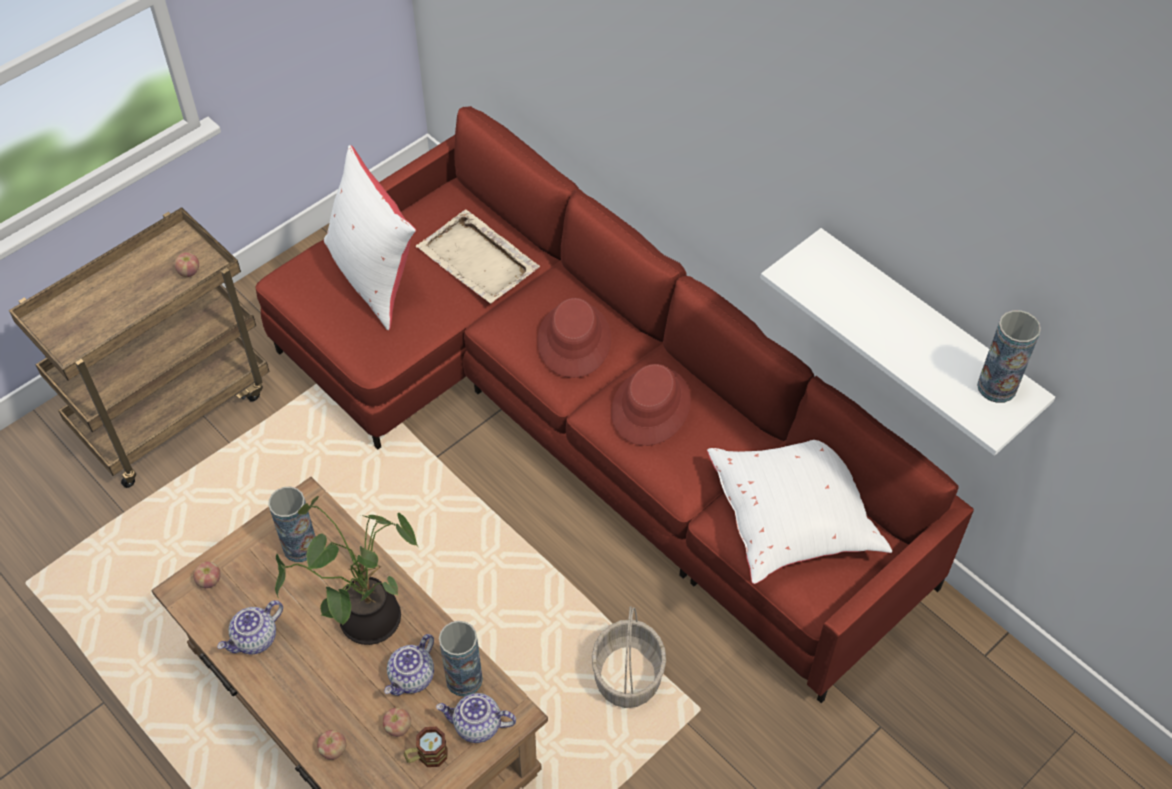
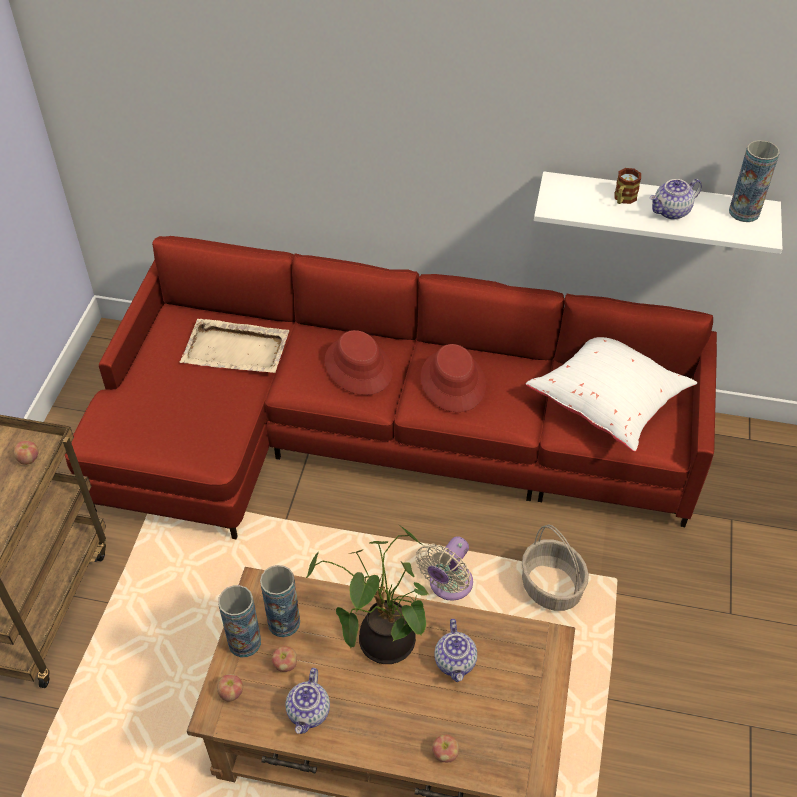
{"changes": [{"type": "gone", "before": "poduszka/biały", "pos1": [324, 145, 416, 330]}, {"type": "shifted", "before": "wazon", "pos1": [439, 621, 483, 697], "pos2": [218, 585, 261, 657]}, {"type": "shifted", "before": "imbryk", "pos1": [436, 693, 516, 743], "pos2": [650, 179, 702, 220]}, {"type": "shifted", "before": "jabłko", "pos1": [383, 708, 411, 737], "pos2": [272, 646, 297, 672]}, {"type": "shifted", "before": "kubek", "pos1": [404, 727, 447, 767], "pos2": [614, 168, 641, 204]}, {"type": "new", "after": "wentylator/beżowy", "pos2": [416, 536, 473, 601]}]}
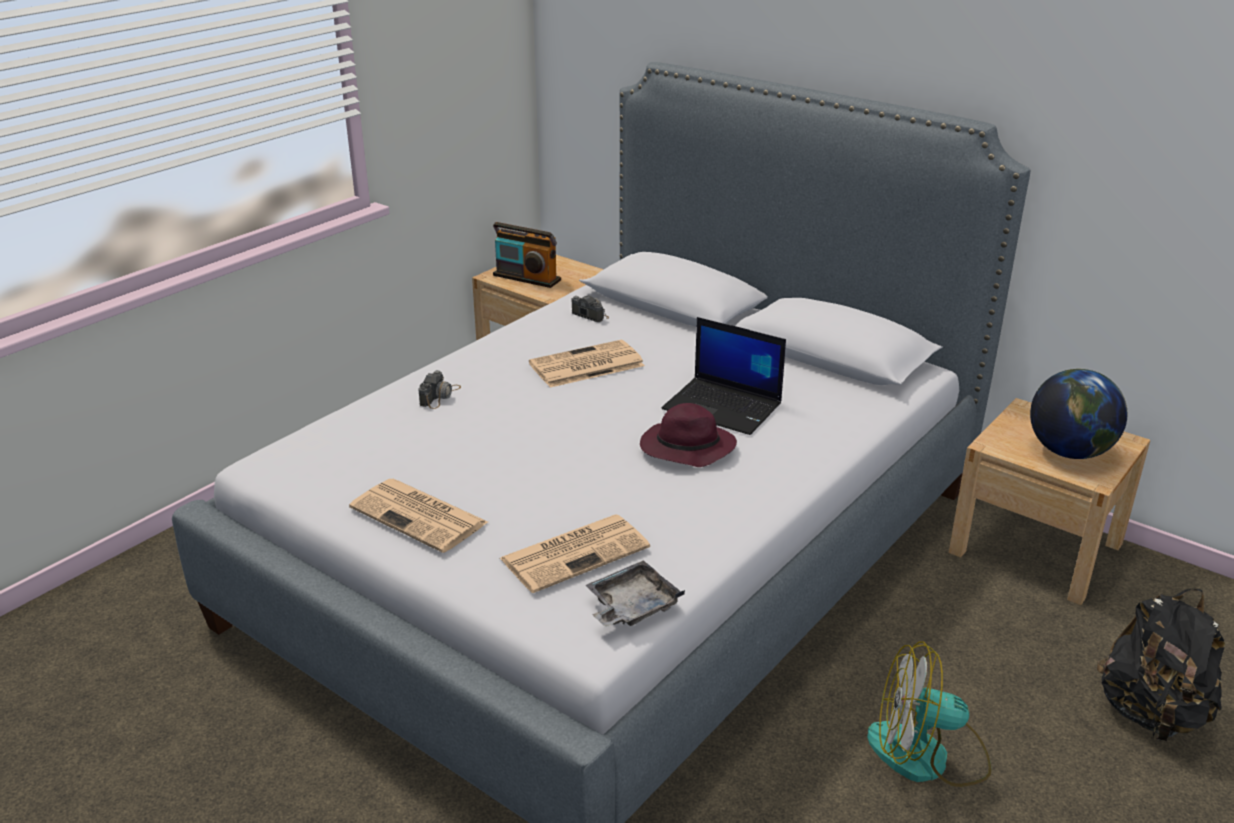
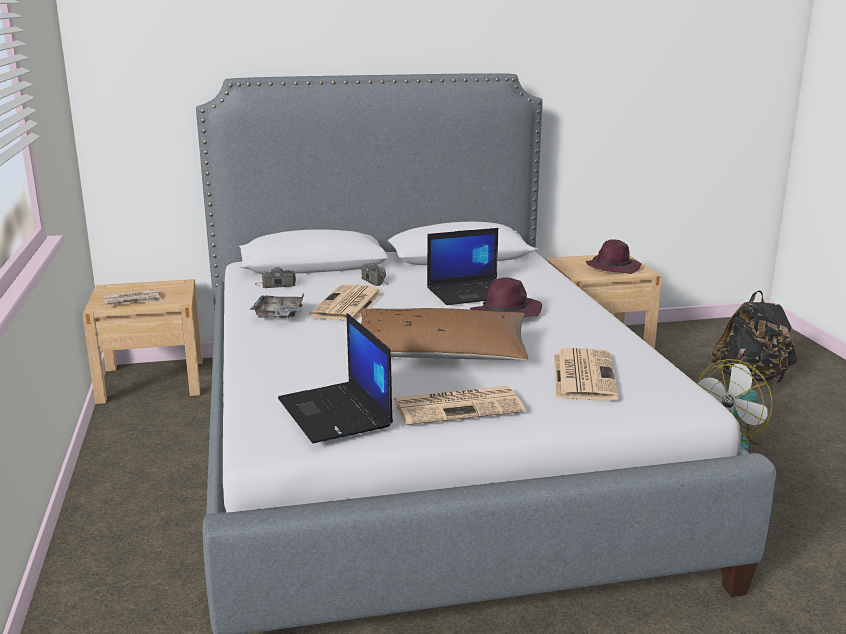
{"changes": [{"type": "swapped", "before": "radio", "after": "gazeta", "pos1": [493, 222, 561, 288], "pos2": [103, 289, 162, 306]}, {"type": "swapped", "before": "globus", "after": "kapelusz/fioletowy", "pos1": [1030, 369, 1127, 459], "pos2": [586, 239, 641, 274]}, {"type": "shifted", "before": "aparat fotograficzny", "pos1": [418, 370, 461, 409], "pos2": [361, 263, 389, 286]}, {"type": "shifted", "before": "taca/szary", "pos1": [586, 560, 685, 627], "pos2": [250, 293, 304, 318]}, {"type": "new", "after": "poduszka/brązowy", "pos2": [361, 308, 528, 360]}, {"type": "new", "after": "laptop", "pos2": [278, 313, 393, 443]}]}
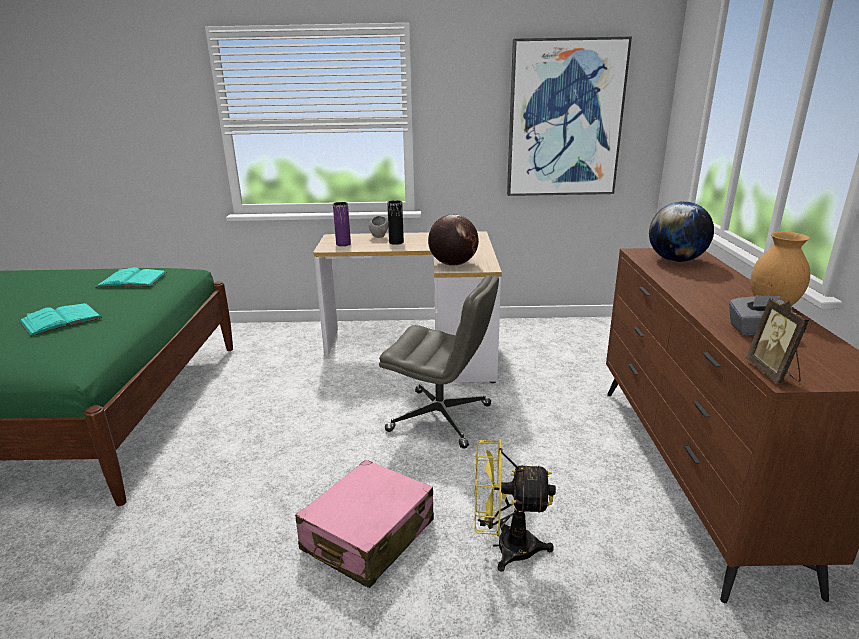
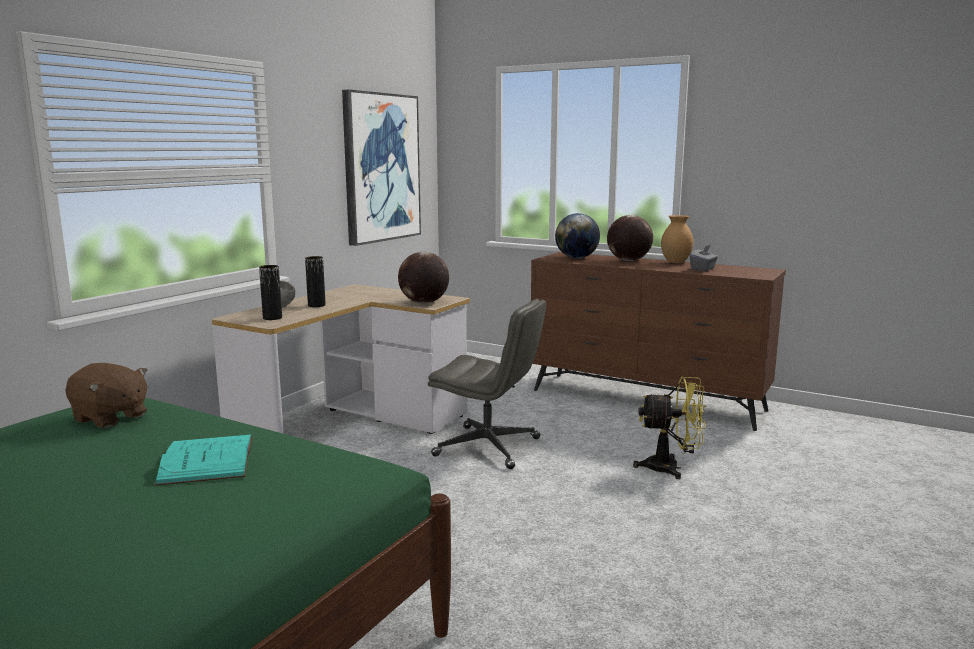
{"changes": [{"type": "repainted", "before": "wazon/fioletowy", "after": "wazon/czarny", "pos1": [333, 202, 351, 246], "pos2": [259, 265, 282, 320]}, {"type": "swapped", "before": "książka/turkusowy", "after": "pluszak/brązowy", "pos1": [95, 267, 167, 288], "pos2": [65, 363, 147, 428]}, {"type": "rotated", "before": "krzesło biurowe/szary", "pos1": [379, 275, 499, 449], "pos2": [428, 299, 546, 469], "turn": 60}, {"type": "gone", "before": "ramka na zdjęcie", "pos1": [746, 298, 809, 384]}, {"type": "rotated", "before": "wentylator/żółty", "pos1": [474, 439, 556, 572], "pos2": [633, 377, 706, 479], "turn": -120}, {"type": "gone", "before": "walizka/różowy", "pos1": [295, 460, 434, 588]}, {"type": "new", "after": "globus", "pos2": [607, 215, 653, 261]}]}
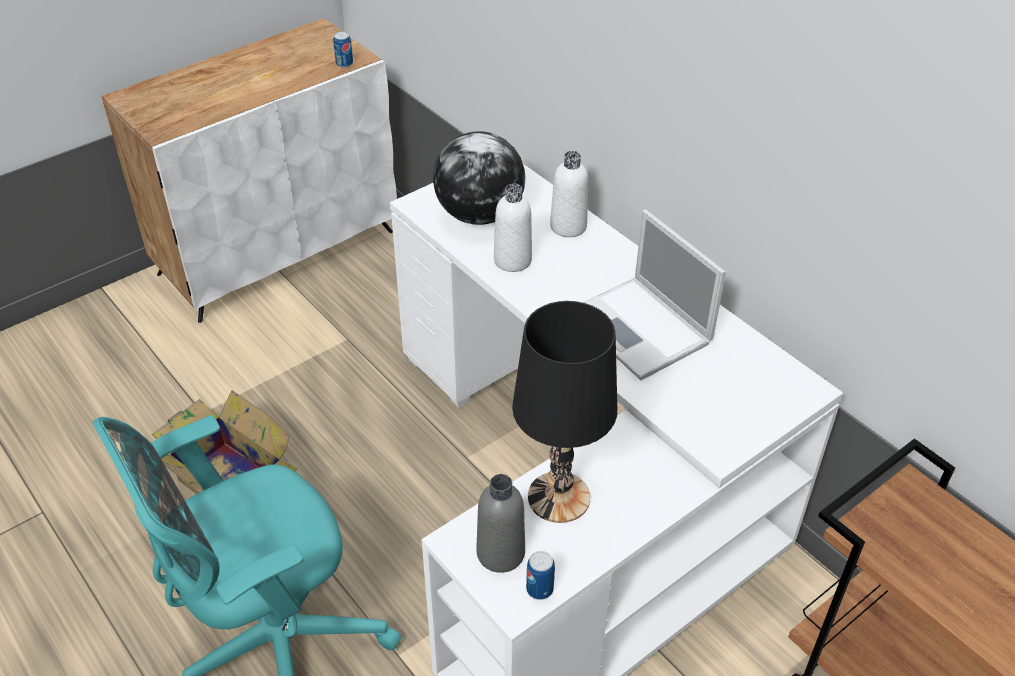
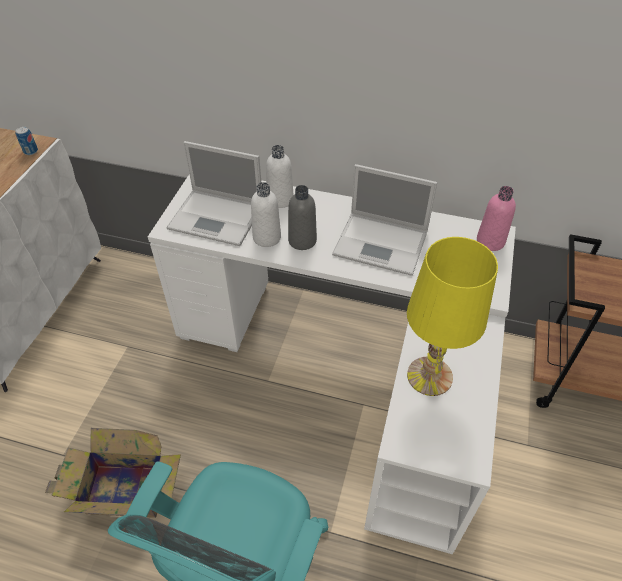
{"changes": [{"type": "swapped", "before": "globus", "after": "laptop", "pos1": [433, 131, 525, 225], "pos2": [166, 141, 261, 246]}, {"type": "repainted", "before": "lampa stołowa/czarny", "after": "lampa stołowa/żółty", "pos1": [512, 301, 617, 523], "pos2": [407, 237, 498, 396]}, {"type": "shifted", "before": "butelka/szary", "pos1": [477, 474, 525, 573], "pos2": [288, 185, 317, 250]}, {"type": "gone", "before": "puszka", "pos1": [526, 551, 555, 600]}, {"type": "new", "after": "butelka/różowy", "pos2": [477, 186, 516, 251]}]}
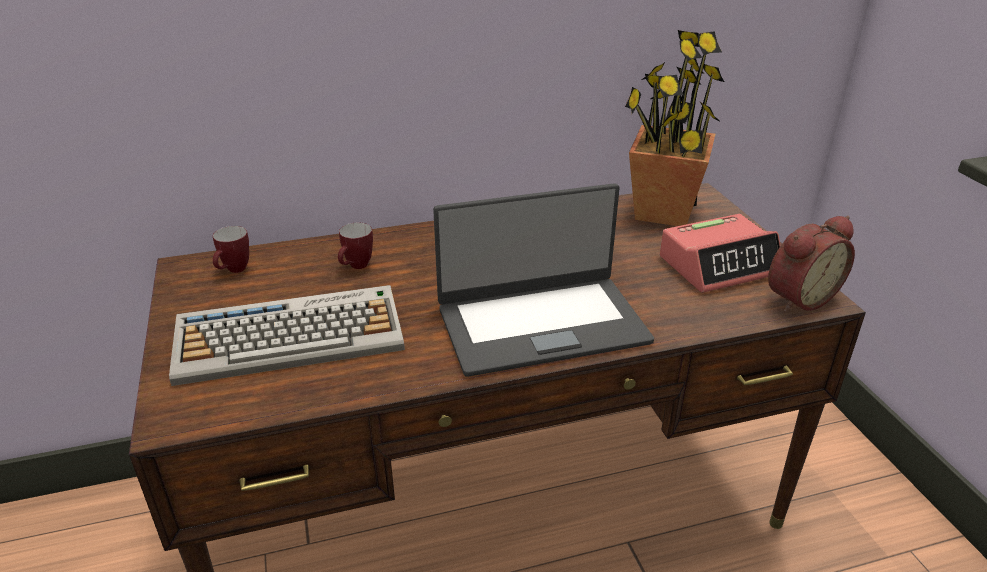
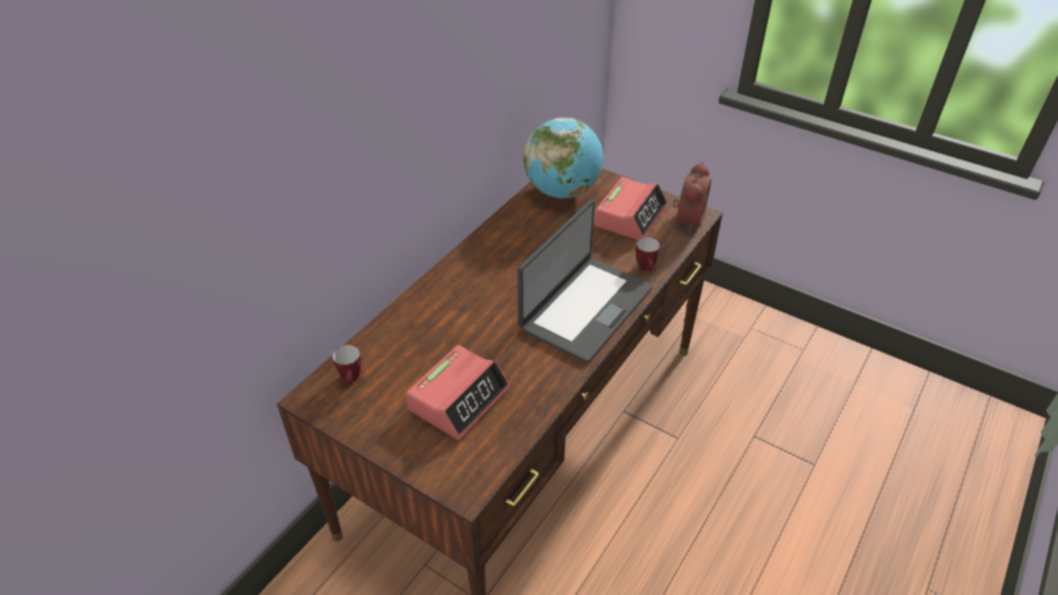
{"changes": [{"type": "swapped", "before": "roślina doniczkowa", "after": "globus", "pos1": [625, 30, 724, 226], "pos2": [523, 117, 603, 198]}, {"type": "shifted", "before": "kubek", "pos1": [338, 223, 373, 269], "pos2": [636, 237, 660, 271]}, {"type": "swapped", "before": "klawiatura", "after": "budzik", "pos1": [169, 285, 405, 386], "pos2": [406, 345, 510, 440]}]}
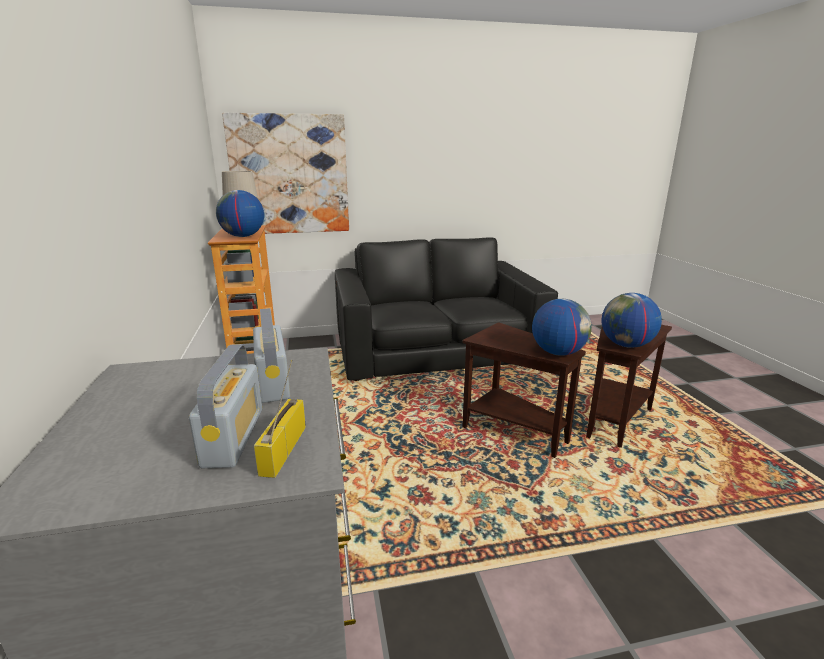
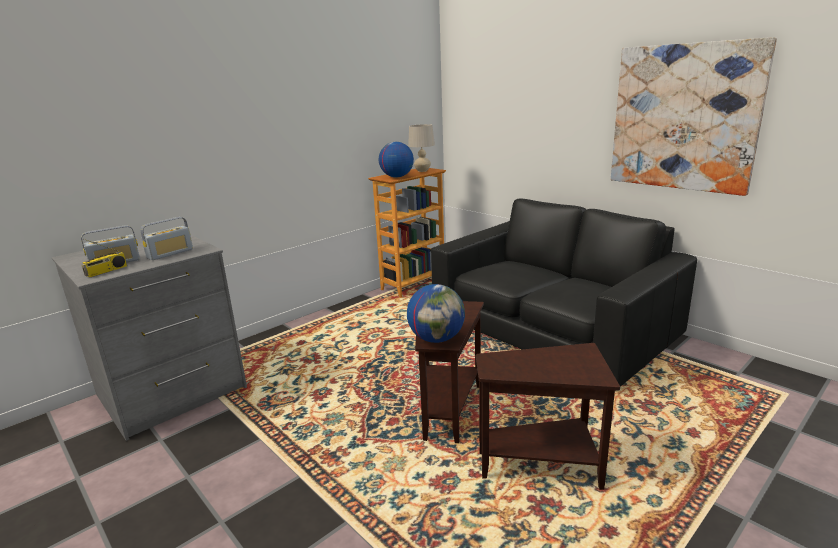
{"changes": [{"type": "shifted", "before": "obraz", "pos1": [222, 113, 349, 234], "pos2": [611, 37, 777, 196]}, {"type": "gone", "before": "globus", "pos1": [601, 293, 662, 348]}, {"type": "rotated", "before": "radio", "pos1": [254, 360, 306, 478], "pos2": [82, 239, 127, 277], "turn": 150}]}
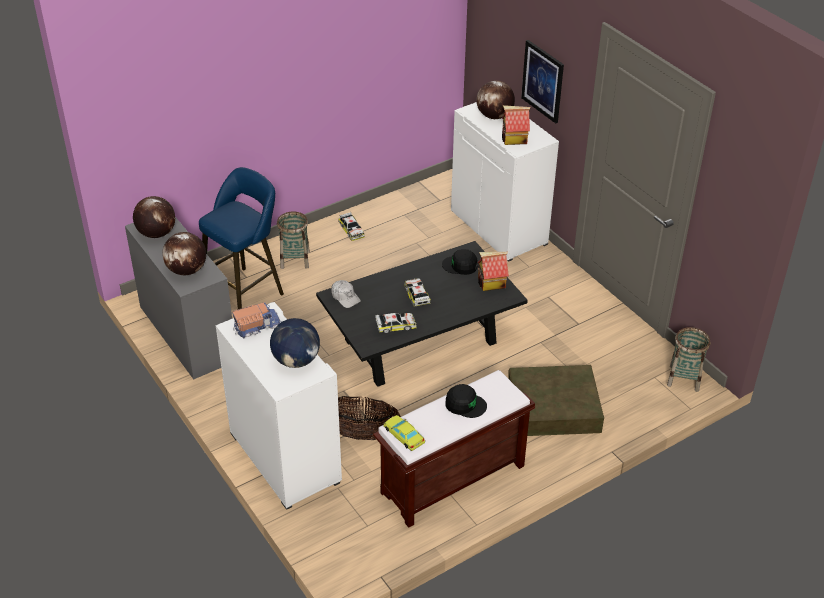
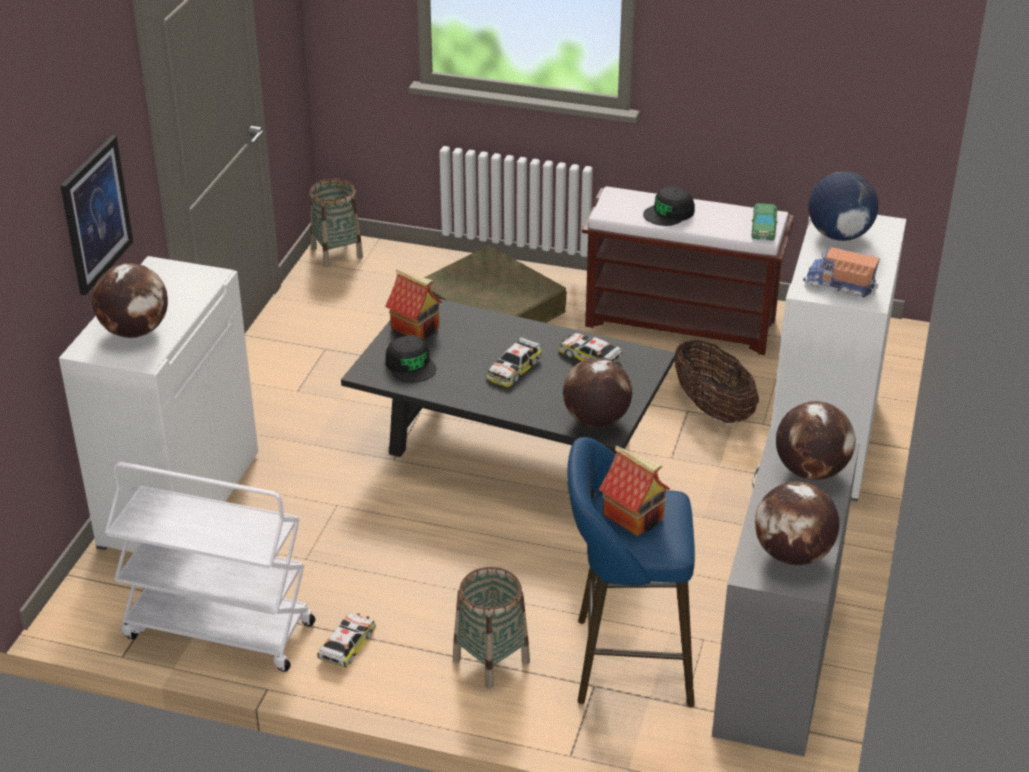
{"changes": [{"type": "shifted", "before": "domek", "pos1": [502, 105, 530, 145], "pos2": [599, 446, 670, 537]}, {"type": "swapped", "before": "czapka z daszkiem/biały", "after": "globus", "pos1": [331, 280, 361, 308], "pos2": [563, 357, 633, 427]}, {"type": "rotated", "before": "czapka z daszkiem/czarny", "pos1": [445, 384, 487, 418], "pos2": [643, 186, 695, 226], "turn": -105}, {"type": "repainted", "before": "samochodzik/żółty", "after": "samochodzik/zielony", "pos1": [383, 415, 425, 451], "pos2": [751, 203, 778, 240]}, {"type": "new", "after": "wózek/biały", "pos2": [105, 462, 315, 672]}]}
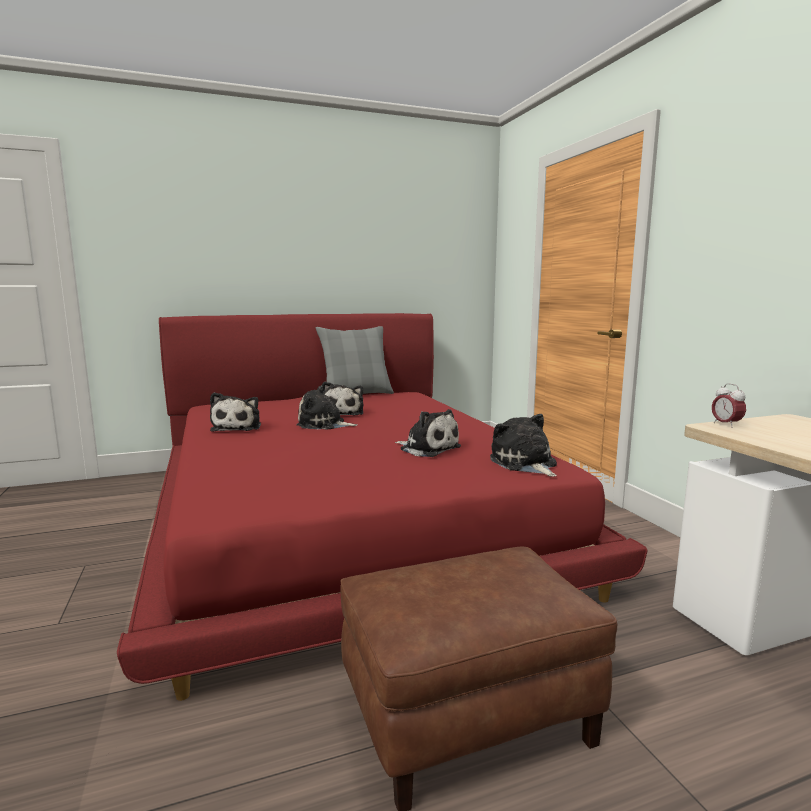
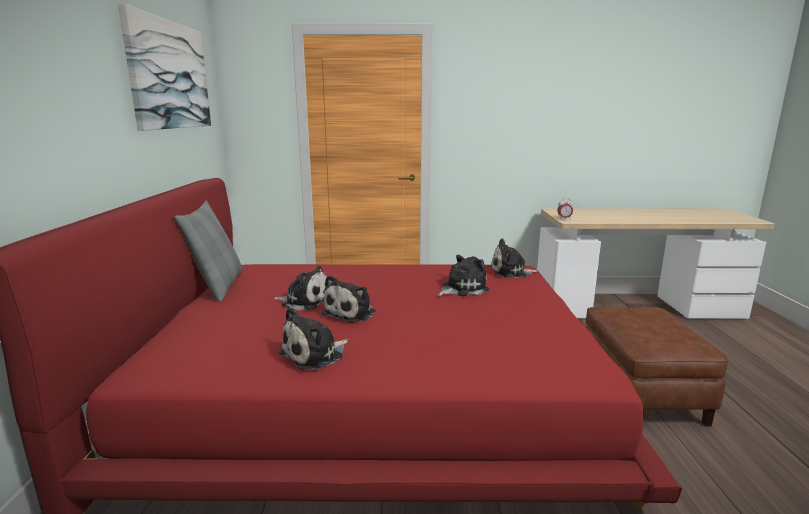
{"changes": [{"type": "rotated", "before": "pluszak", "pos1": [210, 392, 261, 432], "pos2": [279, 307, 348, 370], "turn": 120}, {"type": "new", "after": "obraz", "pos2": [118, 3, 211, 131]}]}
